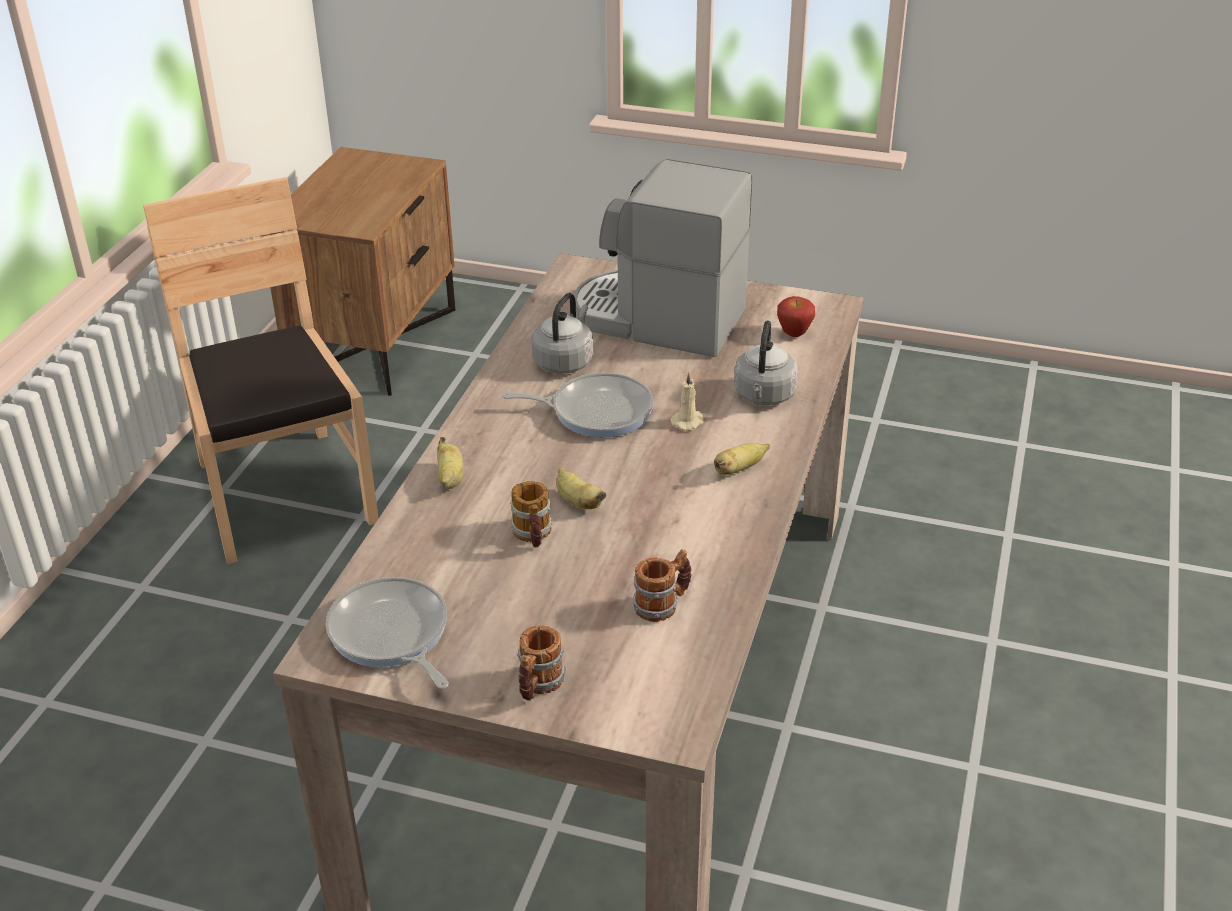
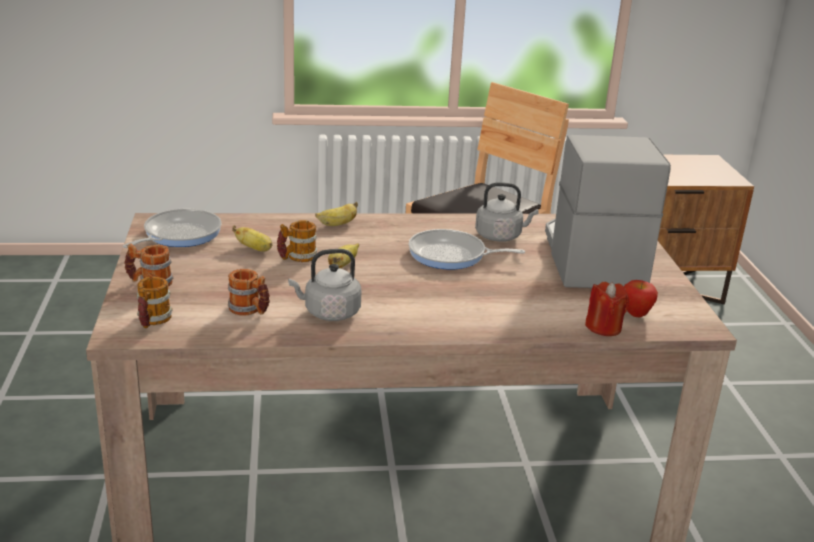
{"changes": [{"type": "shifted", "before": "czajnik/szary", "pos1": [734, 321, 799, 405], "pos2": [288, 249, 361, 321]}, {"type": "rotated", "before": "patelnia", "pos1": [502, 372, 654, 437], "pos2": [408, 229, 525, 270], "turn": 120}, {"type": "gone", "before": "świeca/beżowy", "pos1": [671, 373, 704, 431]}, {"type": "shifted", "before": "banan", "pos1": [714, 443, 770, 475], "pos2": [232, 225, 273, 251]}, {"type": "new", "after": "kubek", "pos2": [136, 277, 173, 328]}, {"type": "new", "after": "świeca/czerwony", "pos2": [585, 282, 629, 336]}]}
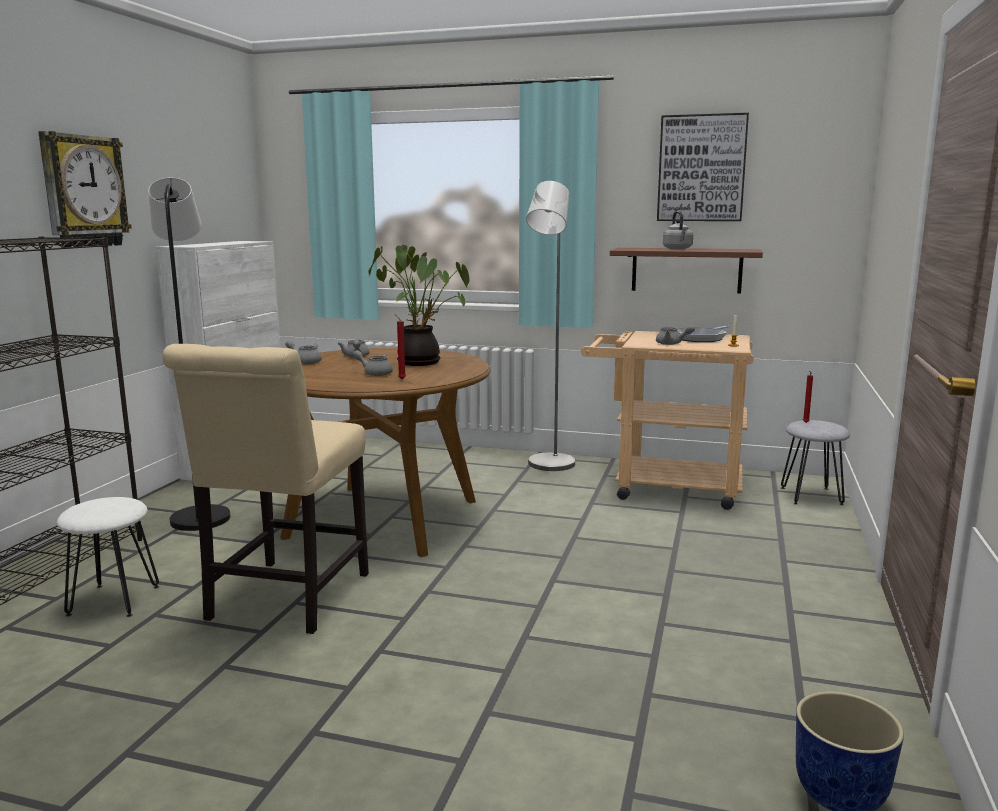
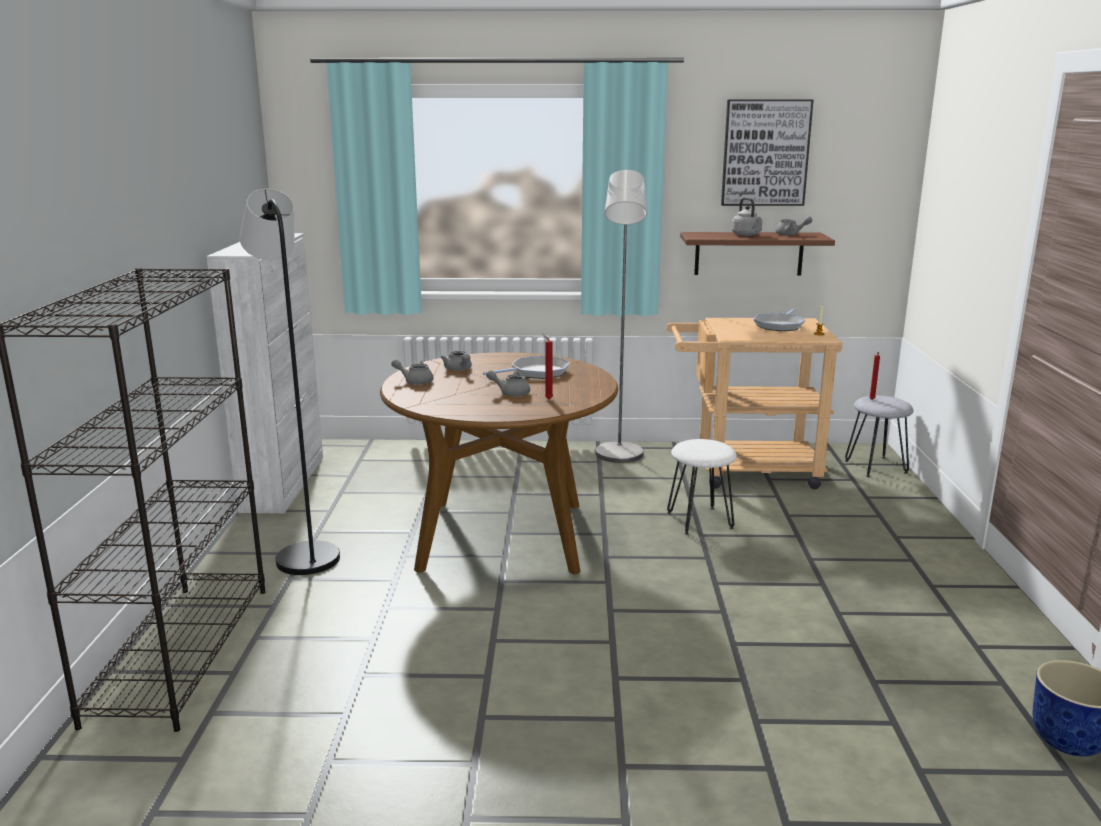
{"changes": [{"type": "gone", "before": "zegar ścienny", "pos1": [38, 131, 132, 248]}, {"type": "swapped", "before": "roślina doniczkowa", "after": "patelnia", "pos1": [368, 244, 470, 366], "pos2": [483, 356, 570, 379]}, {"type": "shifted", "before": "imbryk/szary", "pos1": [656, 325, 695, 345], "pos2": [775, 216, 813, 235]}, {"type": "gone", "before": "krzesło/beżowy", "pos1": [162, 344, 369, 634]}, {"type": "shifted", "before": "stołek/biały", "pos1": [57, 497, 159, 617], "pos2": [667, 439, 737, 534]}]}
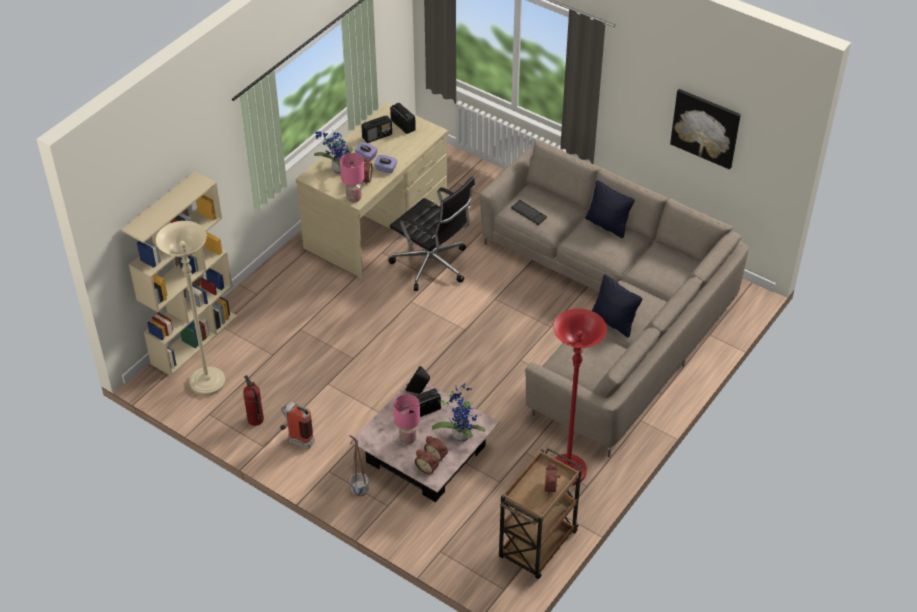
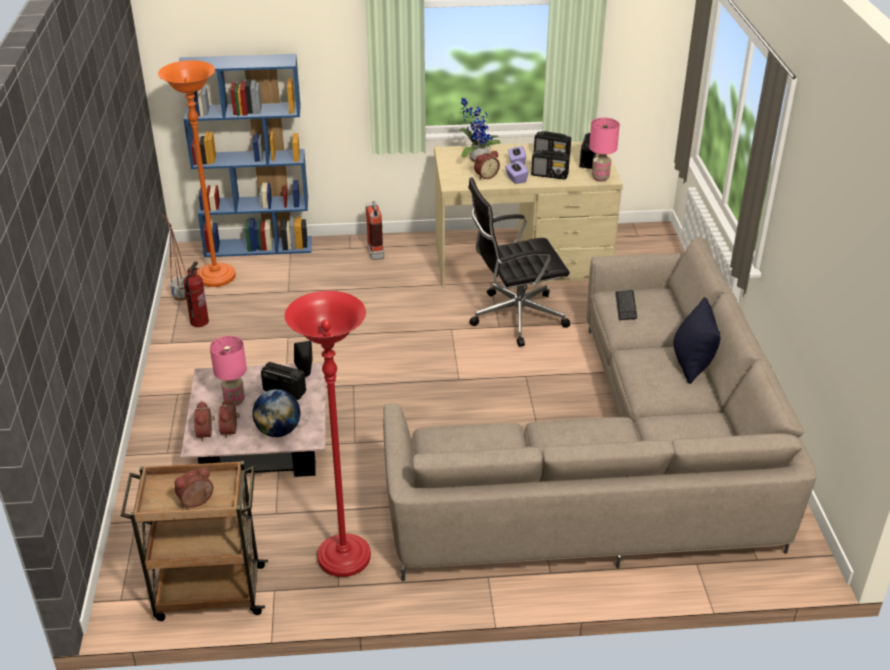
{"changes": [{"type": "gone", "before": "obraz", "pos1": [670, 89, 741, 170]}, {"type": "shifted", "before": "lampa stołowa/różowy", "pos1": [340, 153, 364, 203], "pos2": [589, 118, 620, 181]}, {"type": "repainted", "before": "regał/beżowy", "after": "regał/niebieski", "pos1": [121, 171, 237, 376], "pos2": [179, 54, 312, 257]}, {"type": "rotated", "before": "krzesło biurowe/czarny", "pos1": [388, 177, 475, 291], "pos2": [468, 177, 570, 347], "turn": 75}, {"type": "repainted", "before": "lampa stojąca/beżowy", "after": "lampa stojąca/pomarańczowy", "pos1": [156, 221, 225, 396], "pos2": [158, 60, 236, 287]}, {"type": "gone", "before": "poduszka/czarny", "pos1": [592, 274, 642, 338]}, {"type": "swapped", "before": "roślina doniczkowa", "after": "globus", "pos1": [432, 383, 485, 442], "pos2": [252, 389, 301, 437]}, {"type": "shifted", "before": "gaśnica", "pos1": [280, 402, 315, 449], "pos2": [365, 201, 384, 260]}, {"type": "shifted", "before": "donica", "pos1": [349, 435, 369, 496], "pos2": [162, 212, 187, 301]}, {"type": "new", "after": "radio", "pos2": [531, 150, 570, 180]}]}
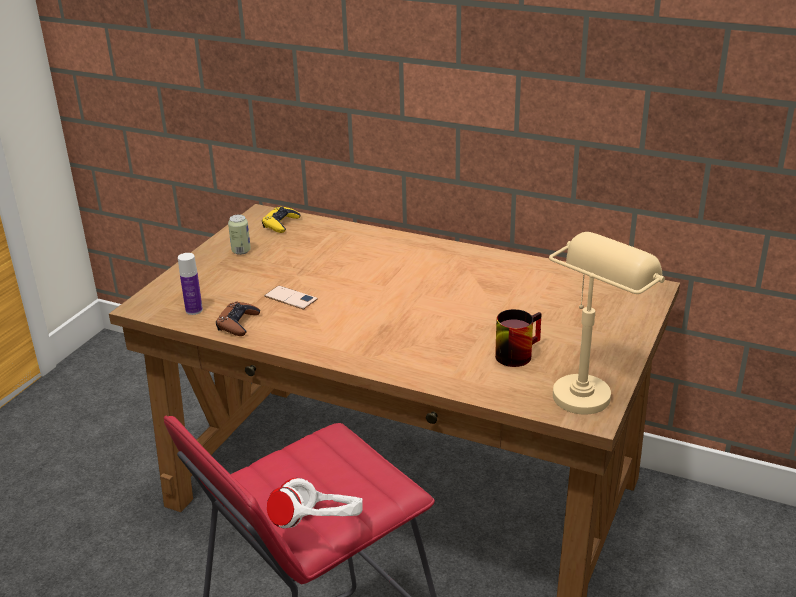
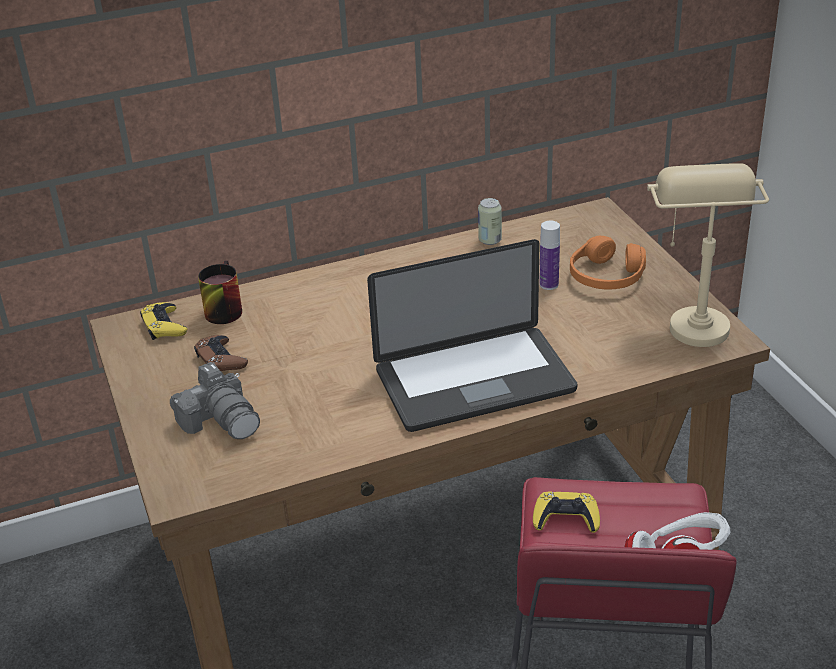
{"changes": [{"type": "shifted", "before": "puszka", "pos1": [228, 215, 251, 255], "pos2": [478, 198, 502, 245]}, {"type": "shifted", "before": "butelka", "pos1": [178, 253, 203, 315], "pos2": [539, 221, 560, 290]}, {"type": "gone", "before": "telefon", "pos1": [265, 286, 318, 309]}, {"type": "shifted", "before": "pad do gier/brązowy", "pos1": [216, 301, 260, 336], "pos2": [194, 335, 248, 371]}, {"type": "shifted", "before": "kubek", "pos1": [495, 309, 542, 367], "pos2": [198, 260, 242, 324]}, {"type": "new", "after": "słuchawki/pomarańczowy", "pos2": [570, 236, 646, 290]}, {"type": "new", "after": "laptop", "pos2": [367, 239, 577, 432]}, {"type": "new", "after": "aparat fotograficzny", "pos2": [170, 362, 260, 439]}, {"type": "new", "after": "pad do gier/żółty", "pos2": [533, 491, 600, 533]}]}
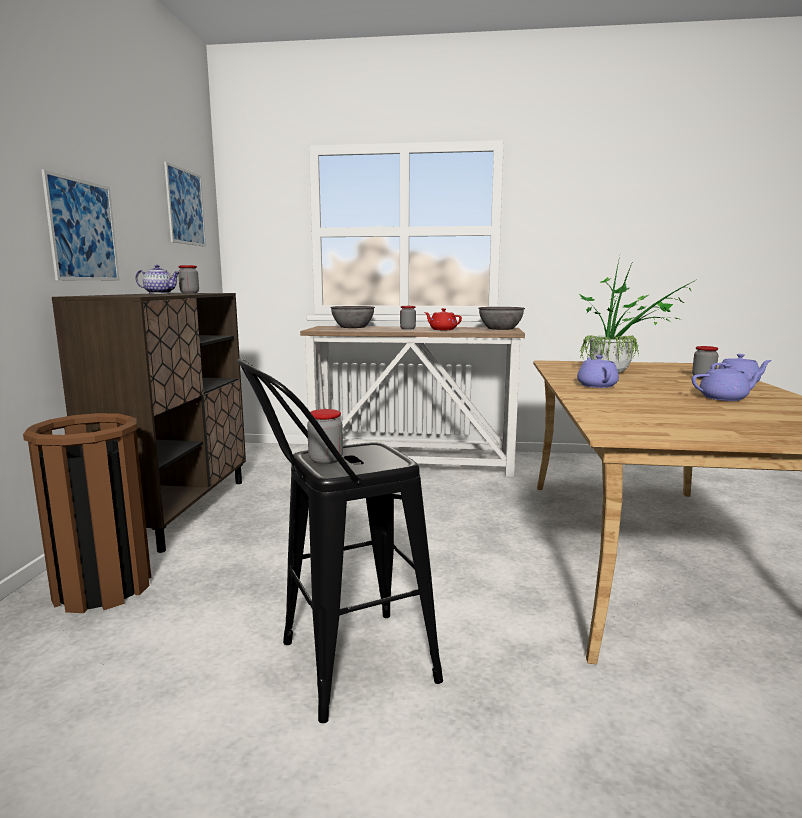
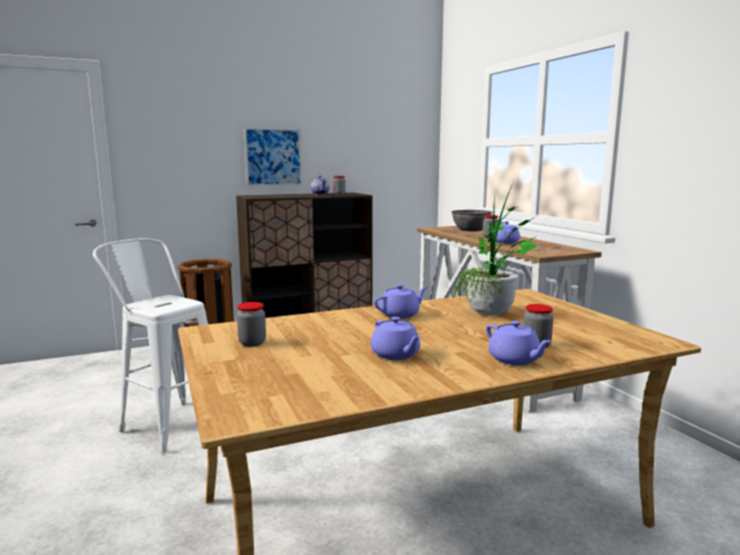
{"changes": [{"type": "gone", "before": "obraz", "pos1": [164, 162, 206, 247]}, {"type": "gone", "before": "miska/szary", "pos1": [478, 307, 525, 330]}, {"type": "repainted", "before": "imbryk/czerwony", "after": "imbryk/fioletowy", "pos1": [424, 308, 462, 330], "pos2": [494, 221, 520, 244]}, {"type": "repainted", "before": "stołek/czarny", "after": "stołek/biały", "pos1": [237, 358, 443, 723], "pos2": [93, 239, 208, 453]}, {"type": "shifted", "before": "słoik", "pos1": [307, 409, 343, 464], "pos2": [237, 302, 266, 347]}]}
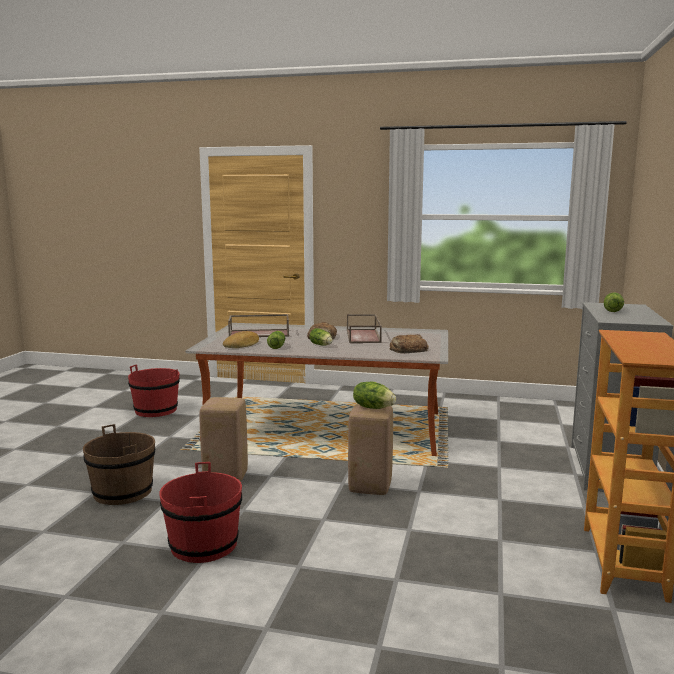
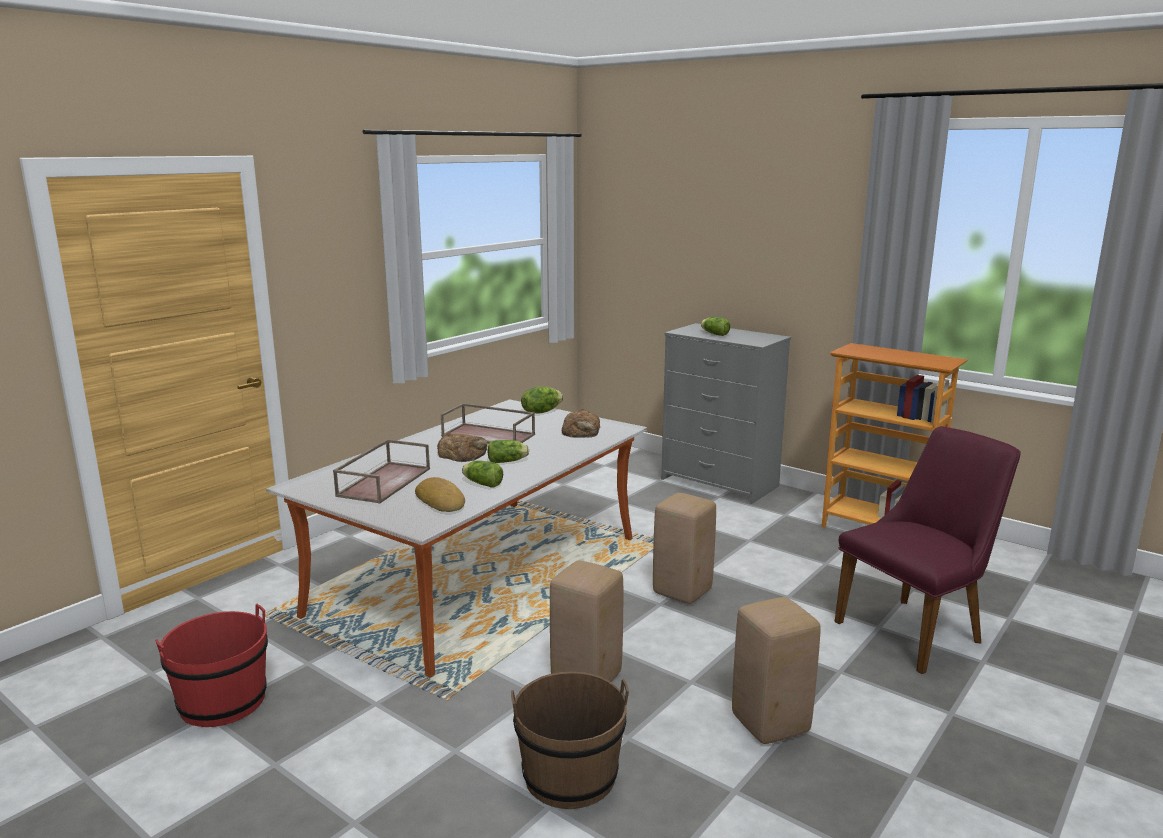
{"changes": [{"type": "shifted", "before": "sałata", "pos1": [353, 382, 396, 409], "pos2": [521, 386, 563, 414]}, {"type": "swapped", "before": "wiadro/czerwony", "after": "stołek/beżowy", "pos1": [159, 462, 242, 563], "pos2": [732, 597, 820, 744]}, {"type": "new", "after": "krzesło/fioletowy", "pos2": [834, 426, 1021, 674]}]}
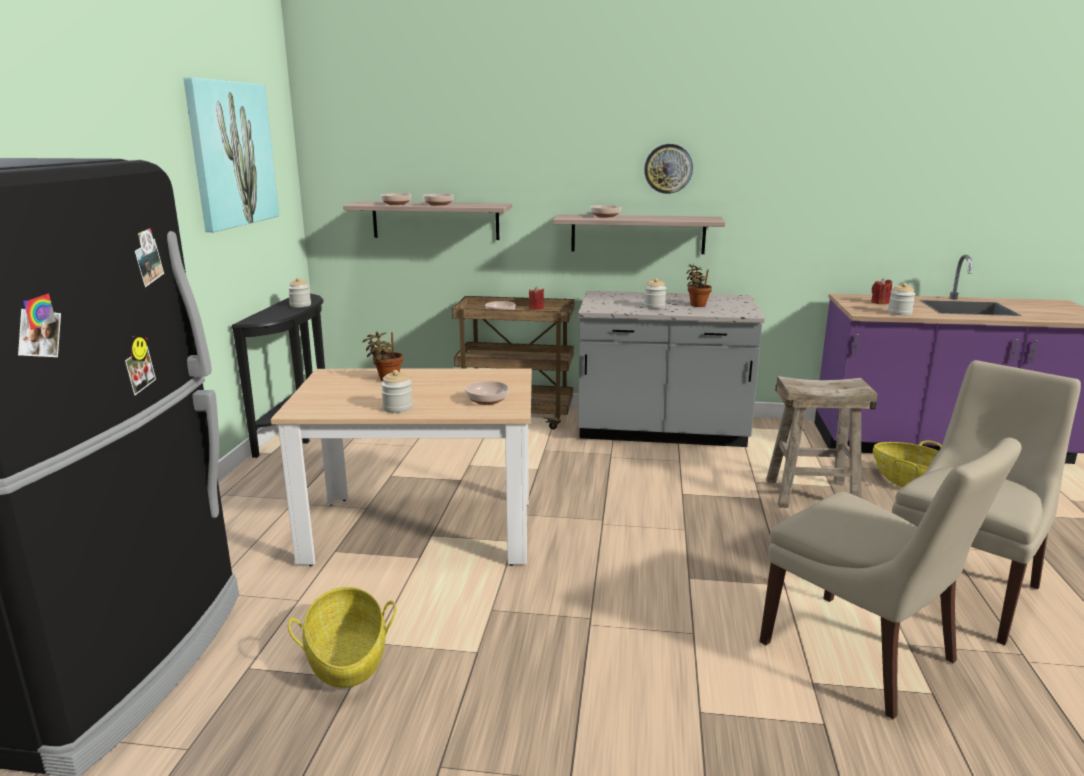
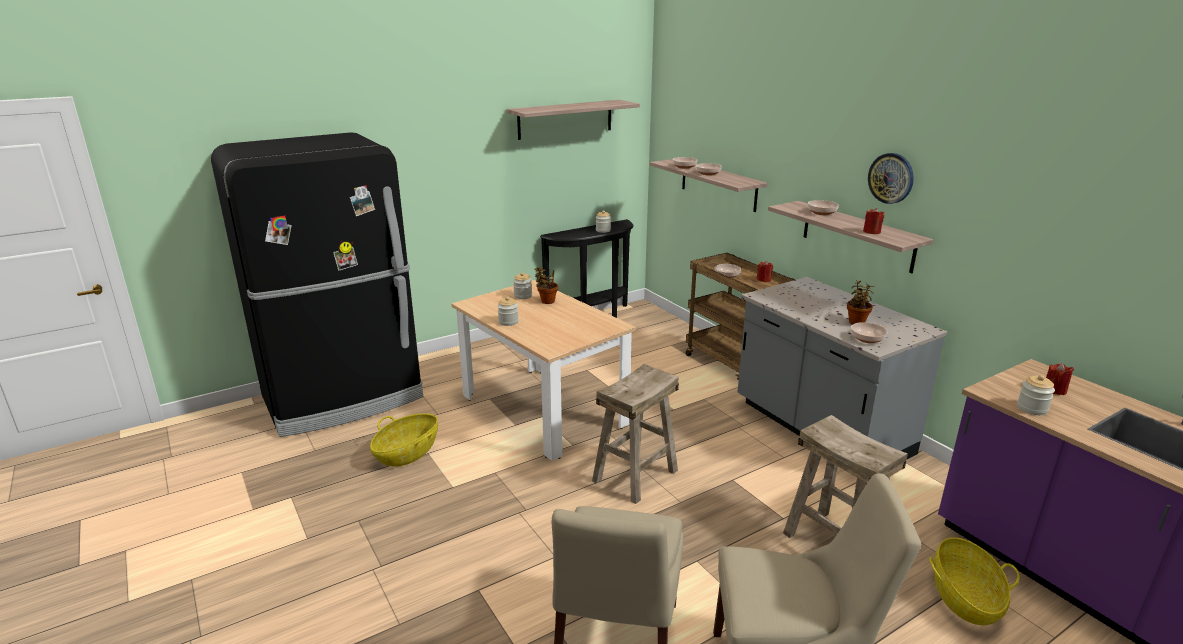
{"changes": [{"type": "swapped", "before": "obraz", "after": "półka", "pos1": [184, 77, 279, 232], "pos2": [506, 100, 640, 140]}, {"type": "shifted", "before": "słoik", "pos1": [644, 278, 666, 309], "pos2": [513, 272, 532, 299]}, {"type": "shifted", "before": "miska", "pos1": [465, 381, 509, 405], "pos2": [851, 322, 887, 343]}, {"type": "new", "after": "świeca/czerwony", "pos2": [863, 208, 884, 234]}, {"type": "new", "after": "stołek/beżowy", "pos2": [592, 364, 679, 504]}]}
